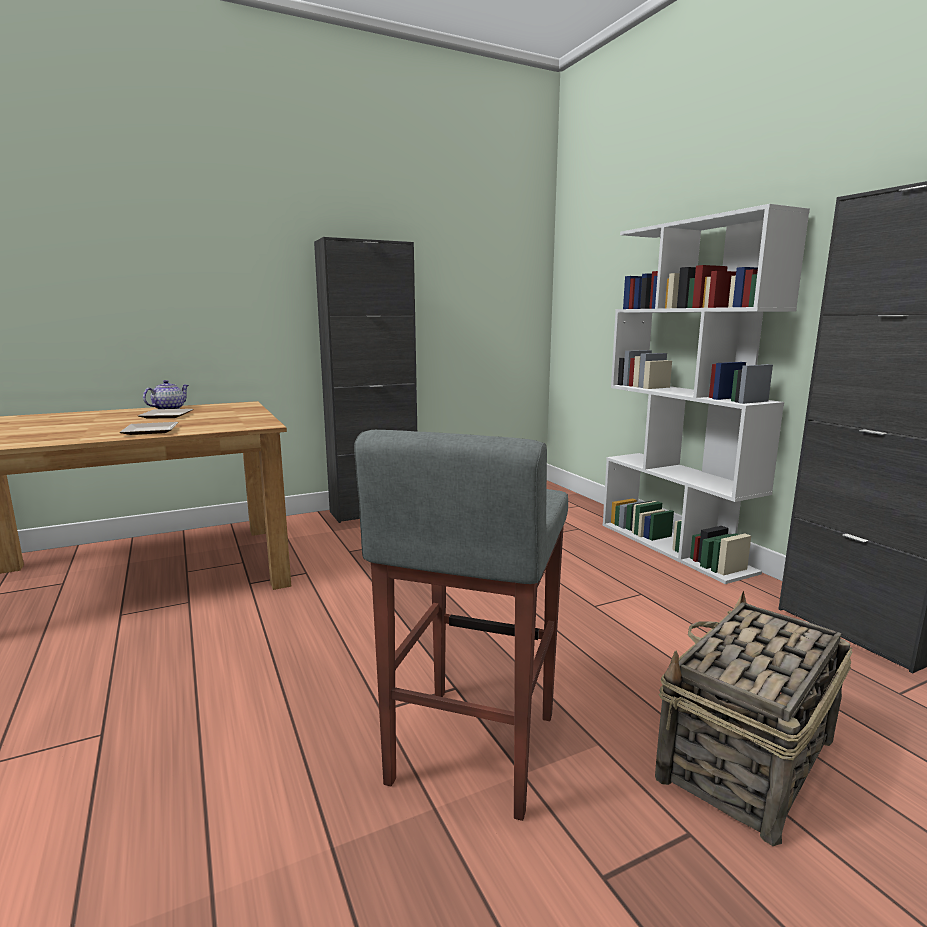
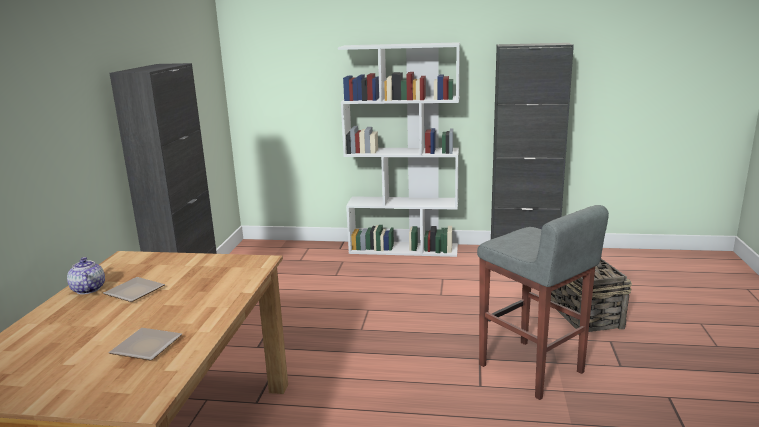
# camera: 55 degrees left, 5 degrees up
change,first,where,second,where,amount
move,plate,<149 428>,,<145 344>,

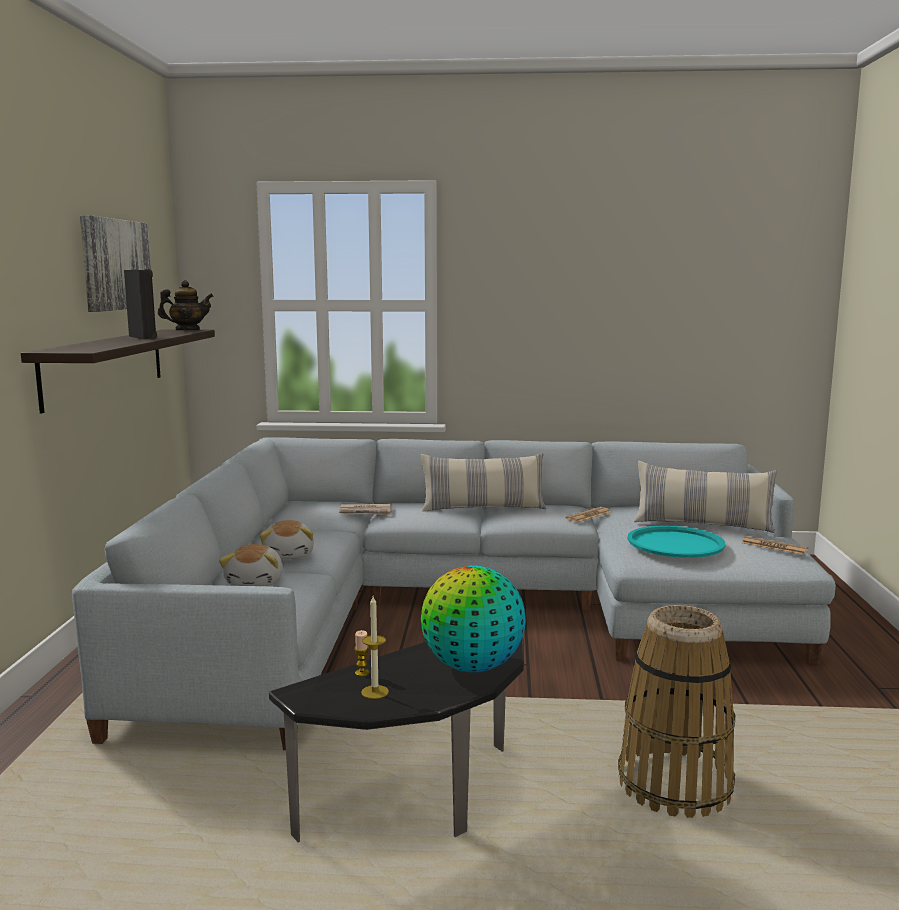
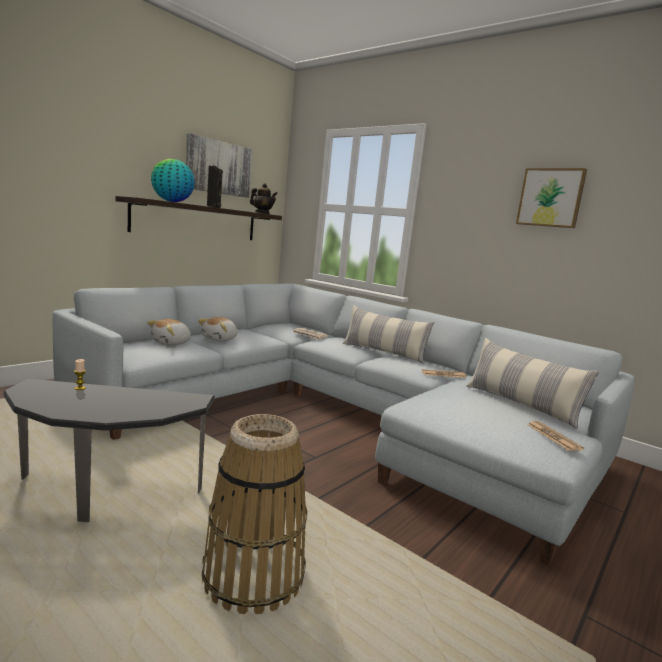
# camera: 35 degrees right, 0 degrees up
change,first,where,second,where,amount
delete,candle,<375 647>,,,
delete,blue-green tray,<676 541>,,,
insert,,,wall picture,<551 198>,
move,world globe,<473 619>,,<173 180>,

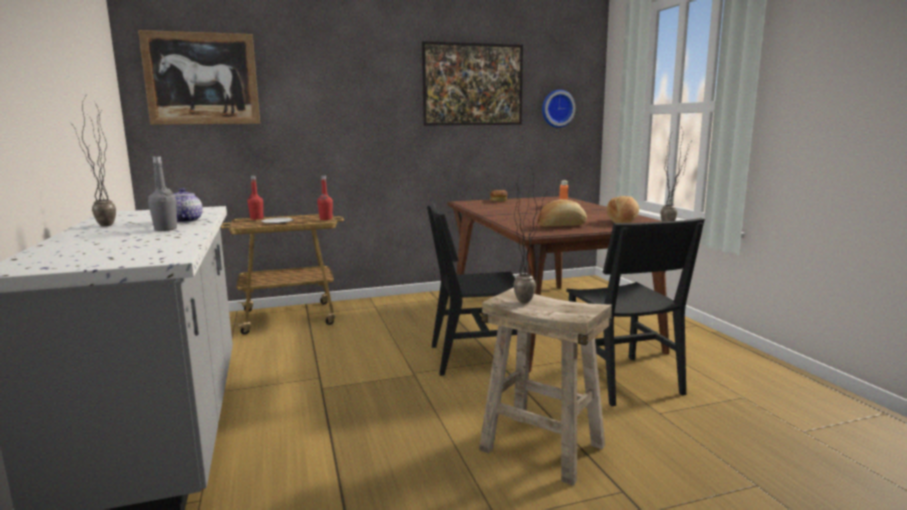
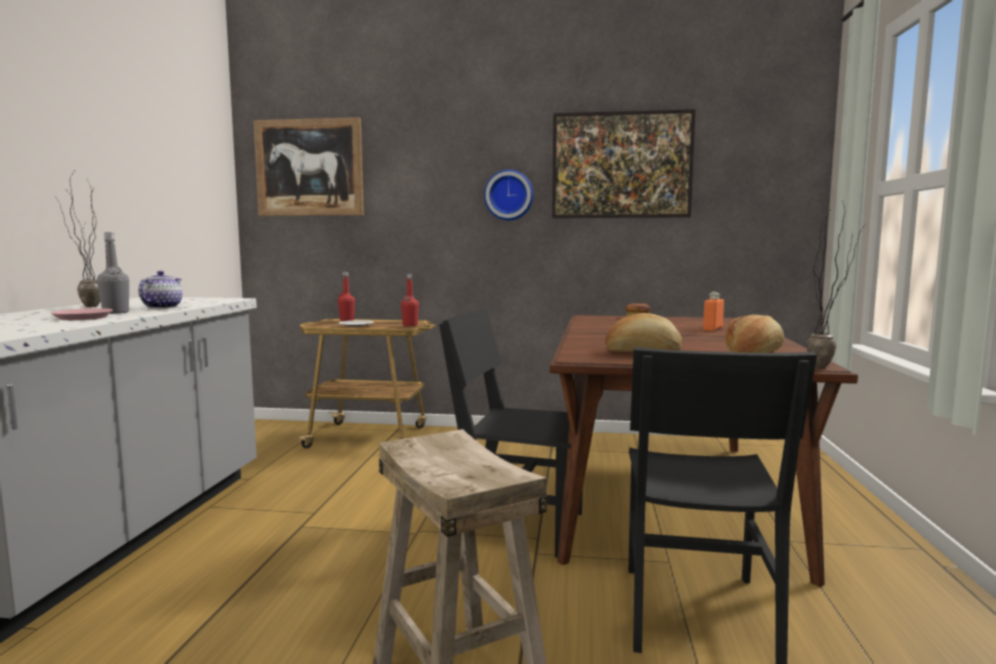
# camera: 25 degrees right, 5 degrees down
change,first,where,second,where,amount
delete,plant in a pot,<530 233>,,,
insert,,,pinkish plate,<82 314>,
move,clock on the wall,<558 109>,,<509 195>,

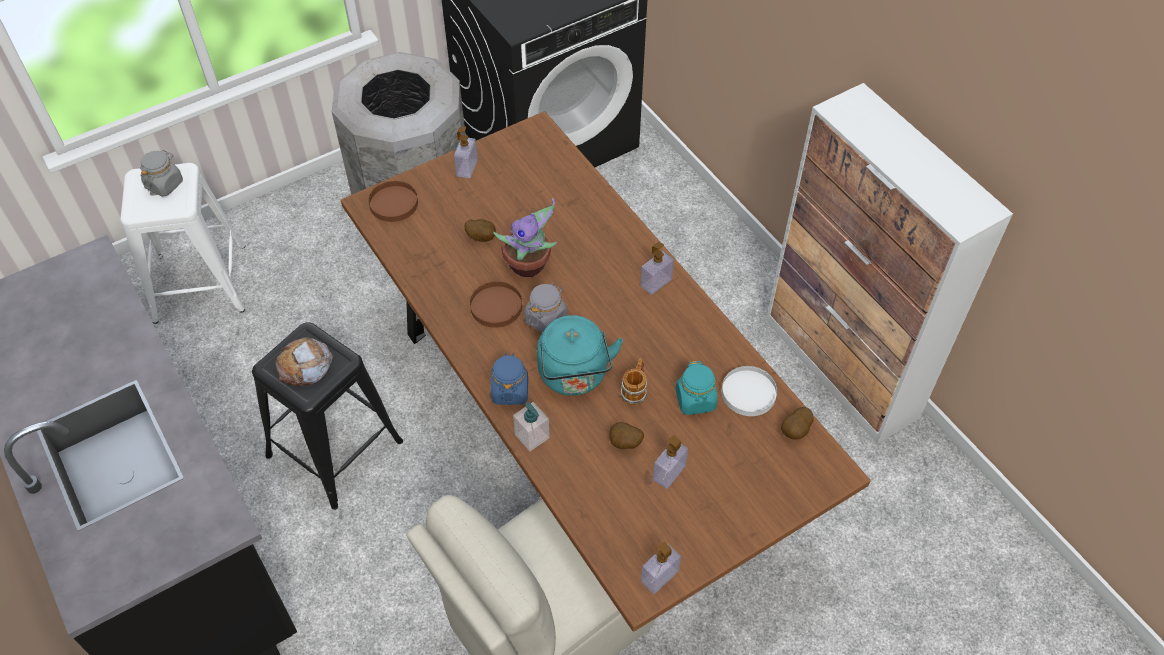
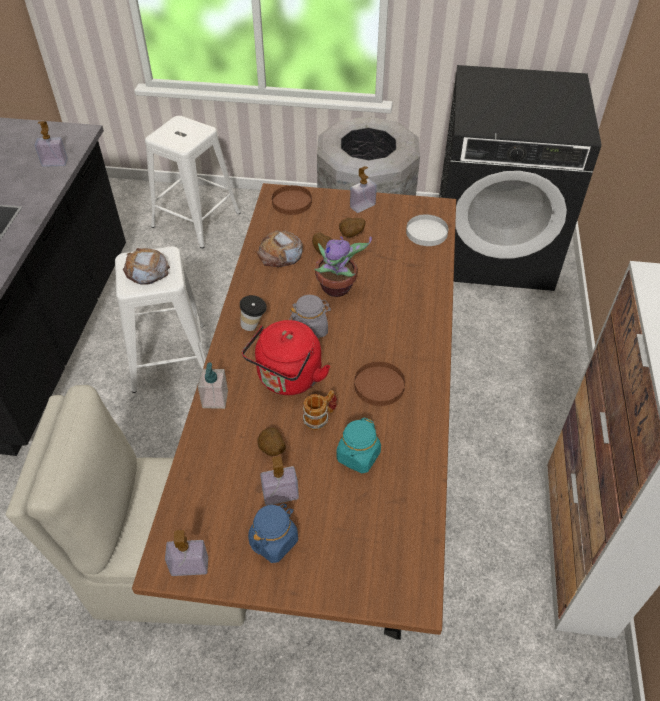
# camera: 40 degrees right, 5 degrees down
change,first,where,second,where,amount
delete,gray jar,<161 173>,,,
insert,,,drinking cup,<253 313>,
insert,,,bread,<280 248>,
move,brownish plate,<496 305>,,<379 384>,
move,bluish jar,<509 379>,,<273 533>,
move,soap bottle,<657 268>,,<51 144>,
move,white-coloured plate,<749 391>,,<427 230>,
move,potato,<797 423>,,<352 227>,
recolor,blackish stool seat,<327 416>,white-coloured stool seat,<160 319>,
recolor,blue-green tea kettle,<580 355>,red tea kettle,<286 357>,

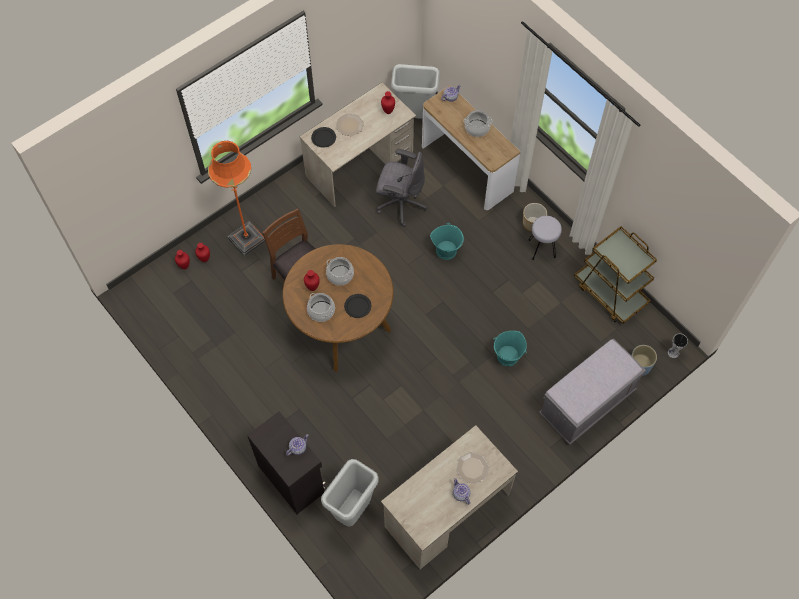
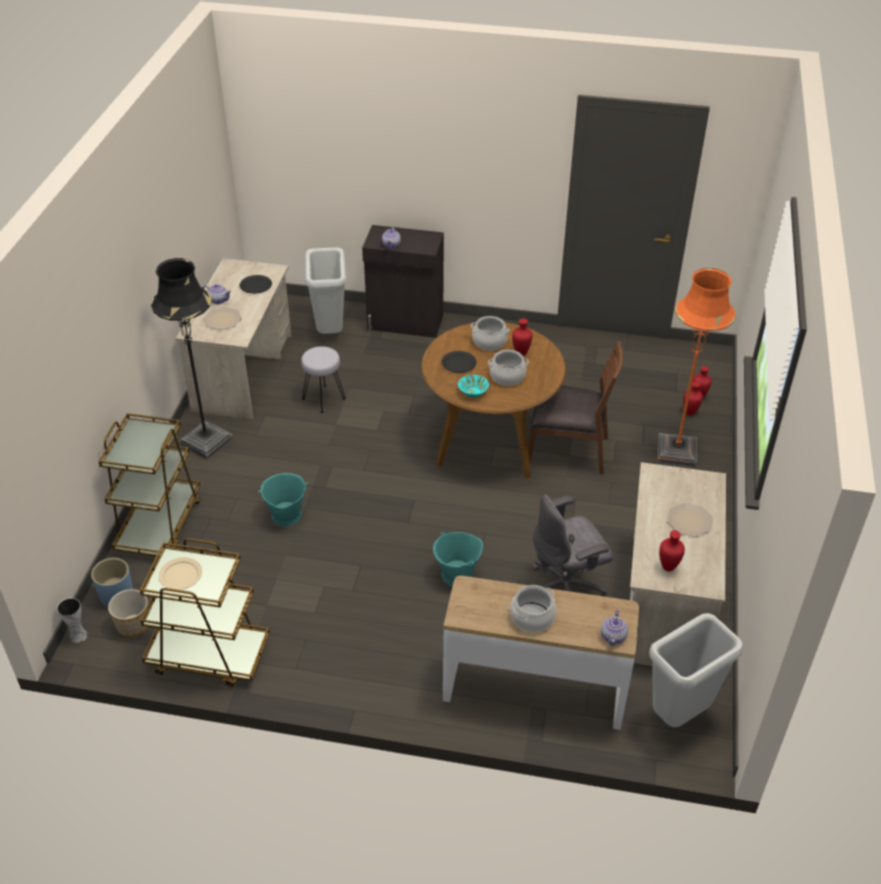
# camera: 140 degrees right, 20 degrees down
change,first,where,second,where,amount
insert,,,blackish floor lamp,<192 359>,
insert,,,sand-coloured plate,<180 573>,
insert,,,blue-green deep dish,<473 386>,
move,blackish plate,<323 137>,,<256 284>,
move,planter,<535 217>,,<128 613>,
move,gray stool seat,<545 238>,,<323 379>,
replace,gray indoor bench,<592 392>,brownish cart,<149 484>,

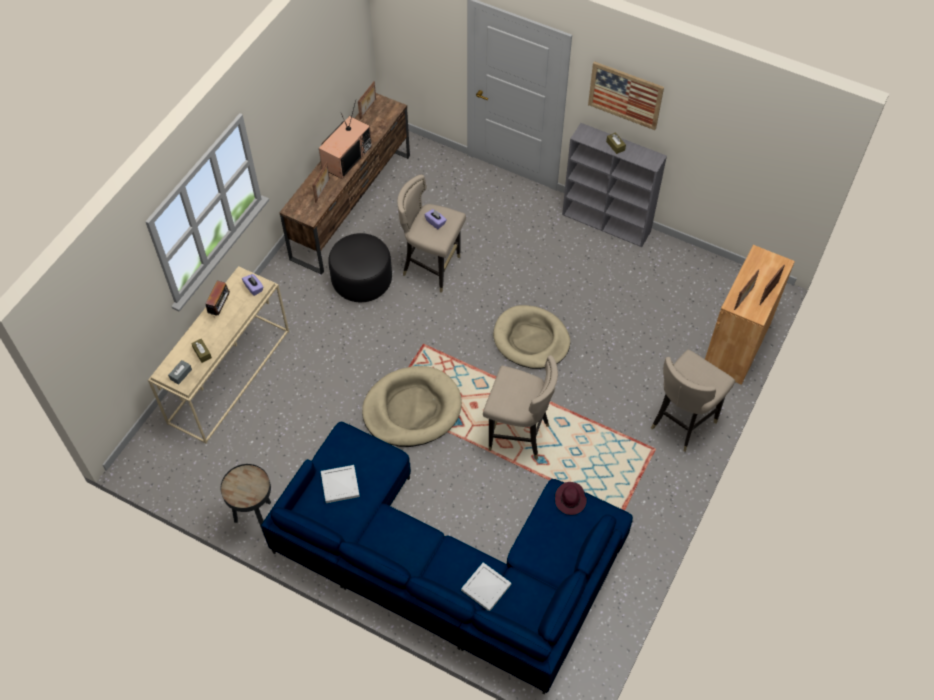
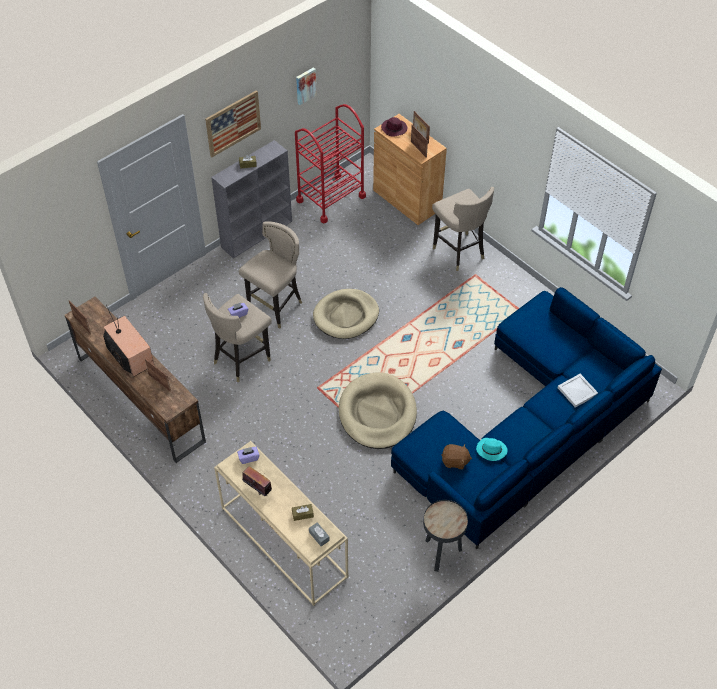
# camera: 70 degrees left, 5 degrees down
change,first,where,second,where,amount
delete,blackish footrest,<360 267>,,,
insert,,,red cart,<330 163>,
insert,,,wall picture,<306 86>,
insert,,,blue-green hat,<492 449>,
move,sand-coloured stool seat,<520 407>,,<270 275>,
move,purplish hat,<571 498>,,<394 127>,
replace,white-coloured tray,<340 484>,brownish cuddly toy,<456 456>,

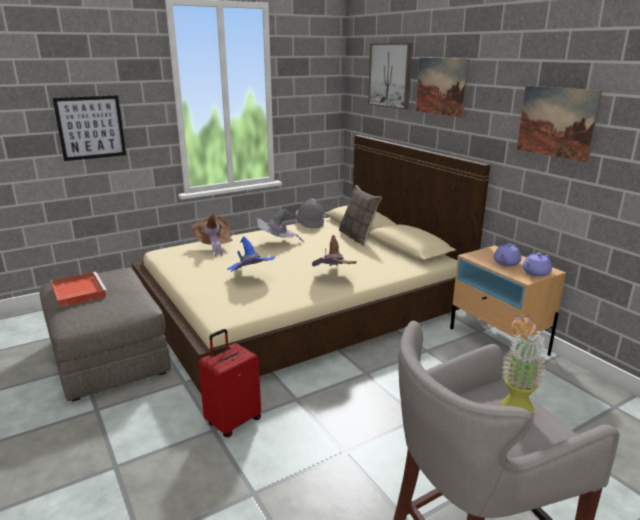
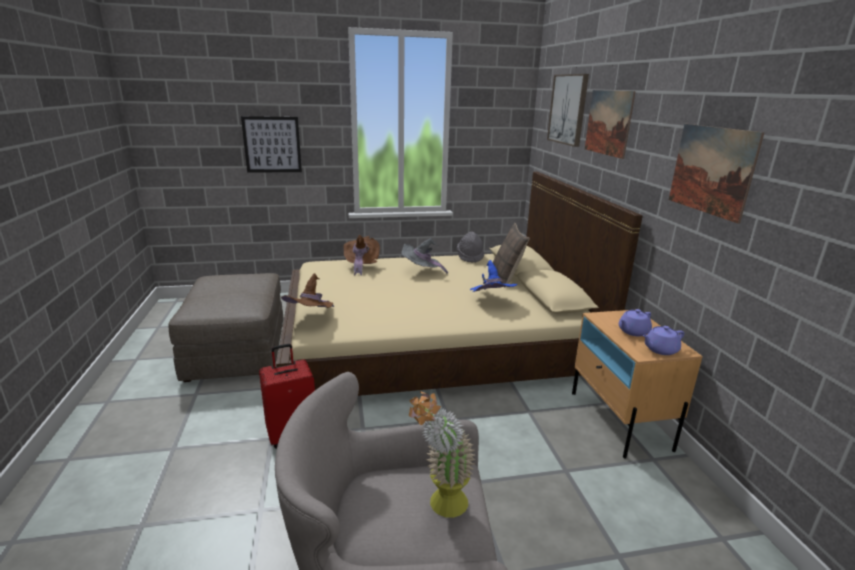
# camera: 20 degrees right, 0 degrees up
change,first,where,second,where,amount
delete,red tray,<78 290>,,,
move,bluish hat,<251 254>,,<494 276>,
move,brownish hat,<334 251>,,<307 290>,

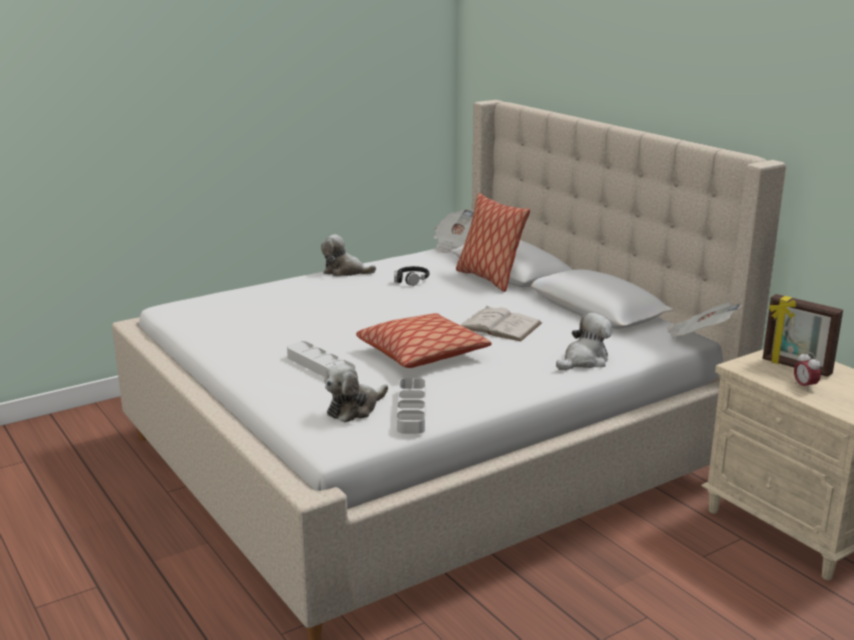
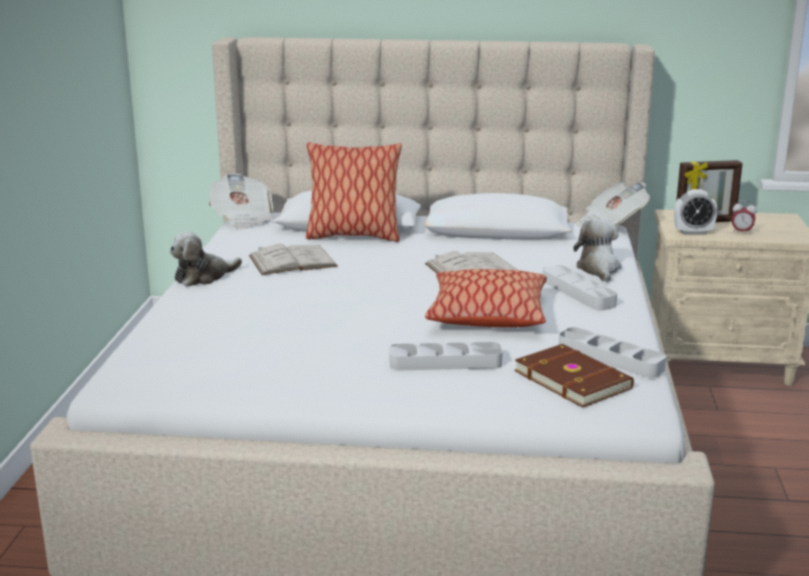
# camera: 50 degrees left, 0 degrees up
change,first,where,second,where,amount
insert,,,gray tray,<580 288>,
insert,,,bedside clock,<695 212>,
replace,cuddly toy,<356 393>,brownish bound book,<574 376>,
replace,blackish headphones,<412 276>,white-coloured bound book,<293 259>,

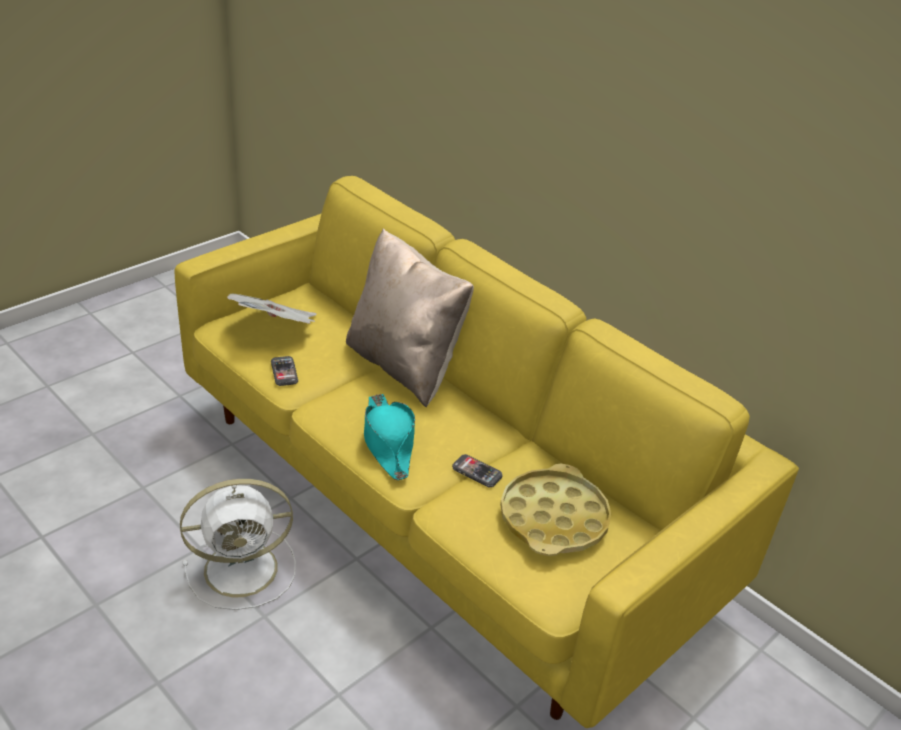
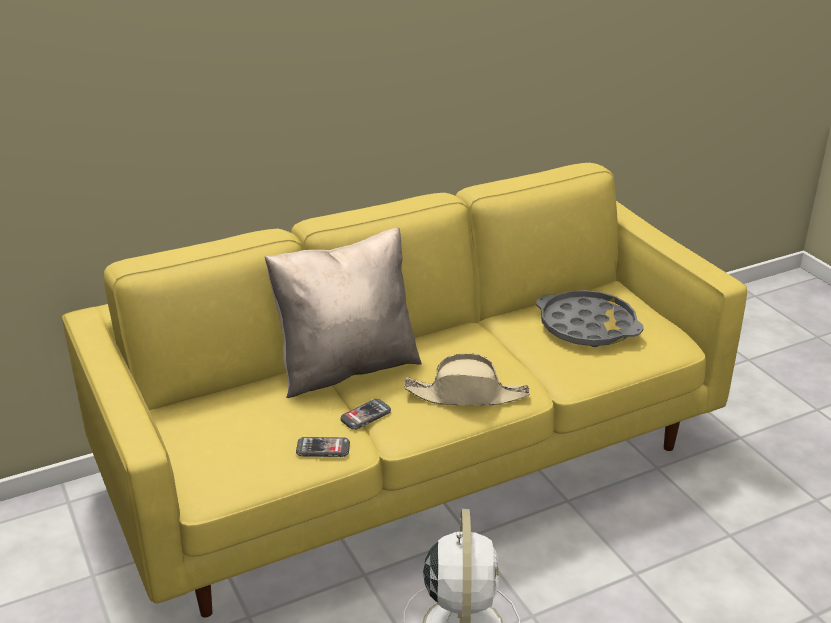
# camera: 70 degrees left, 5 degrees down
change,first,where,second,where,amount
delete,newspaper,<271 309>,,,
move,handset,<477 470>,,<365 414>,
recolor,blue-green hat,<389 437>,sand-coloured hat,<467 379>,
recolor,yellow tray,<555 510>,gray tray,<590 318>,

